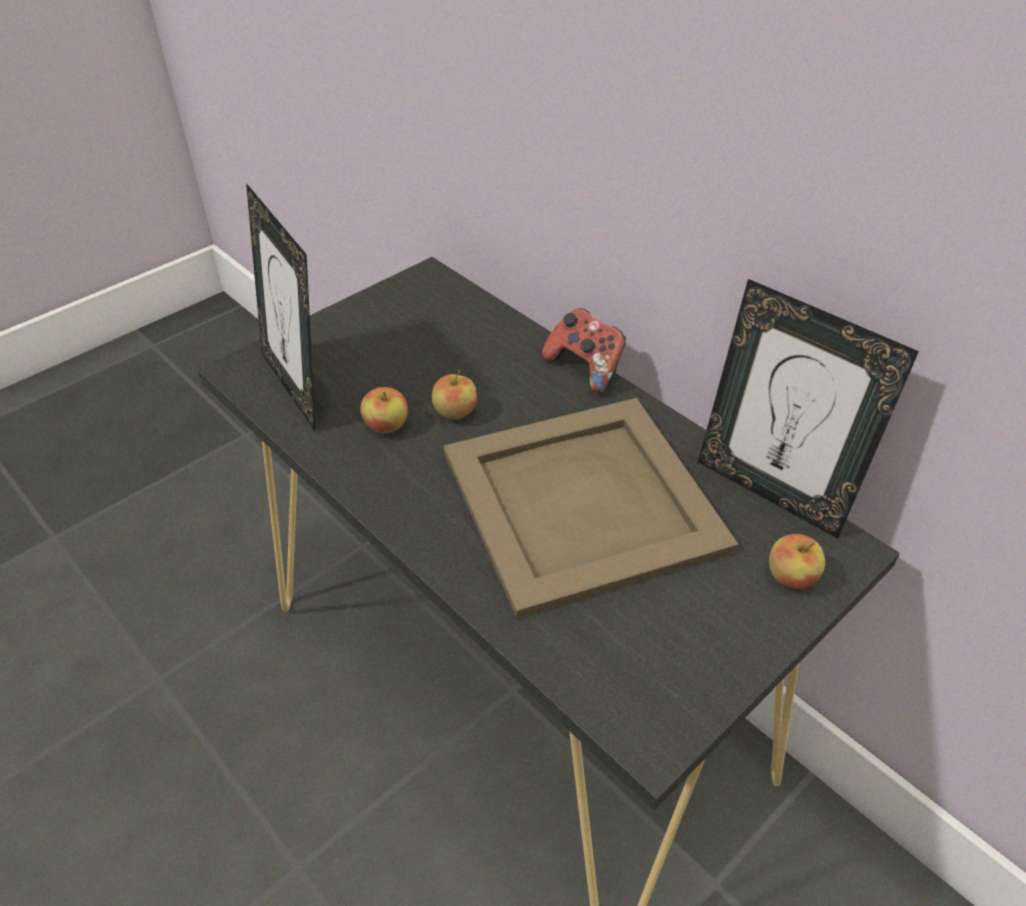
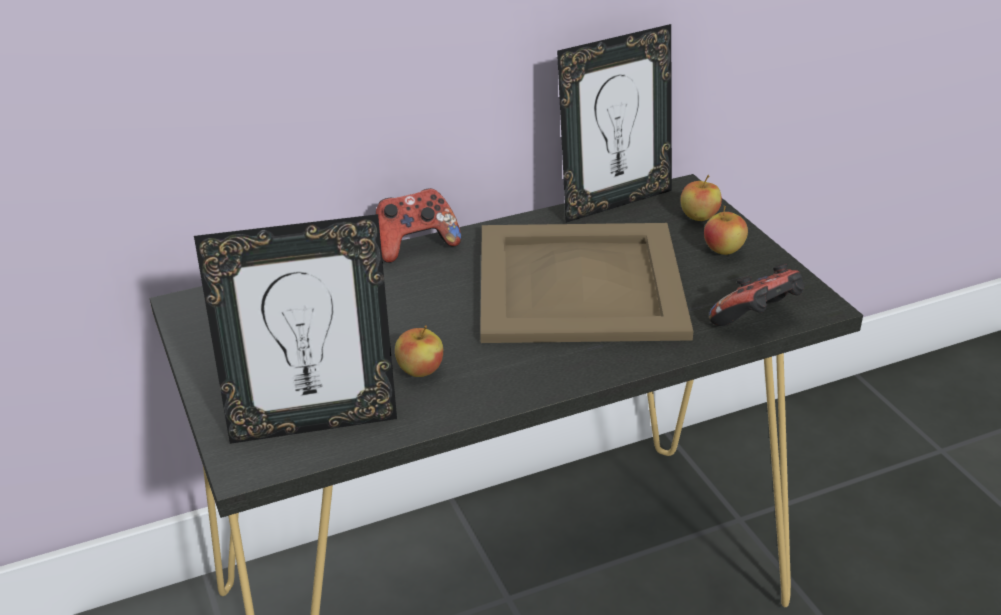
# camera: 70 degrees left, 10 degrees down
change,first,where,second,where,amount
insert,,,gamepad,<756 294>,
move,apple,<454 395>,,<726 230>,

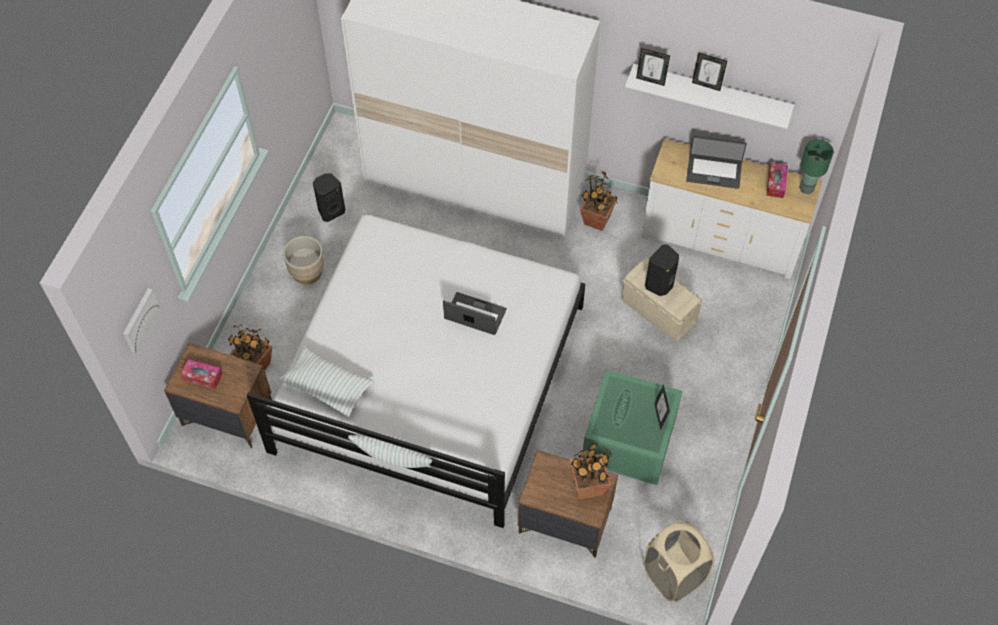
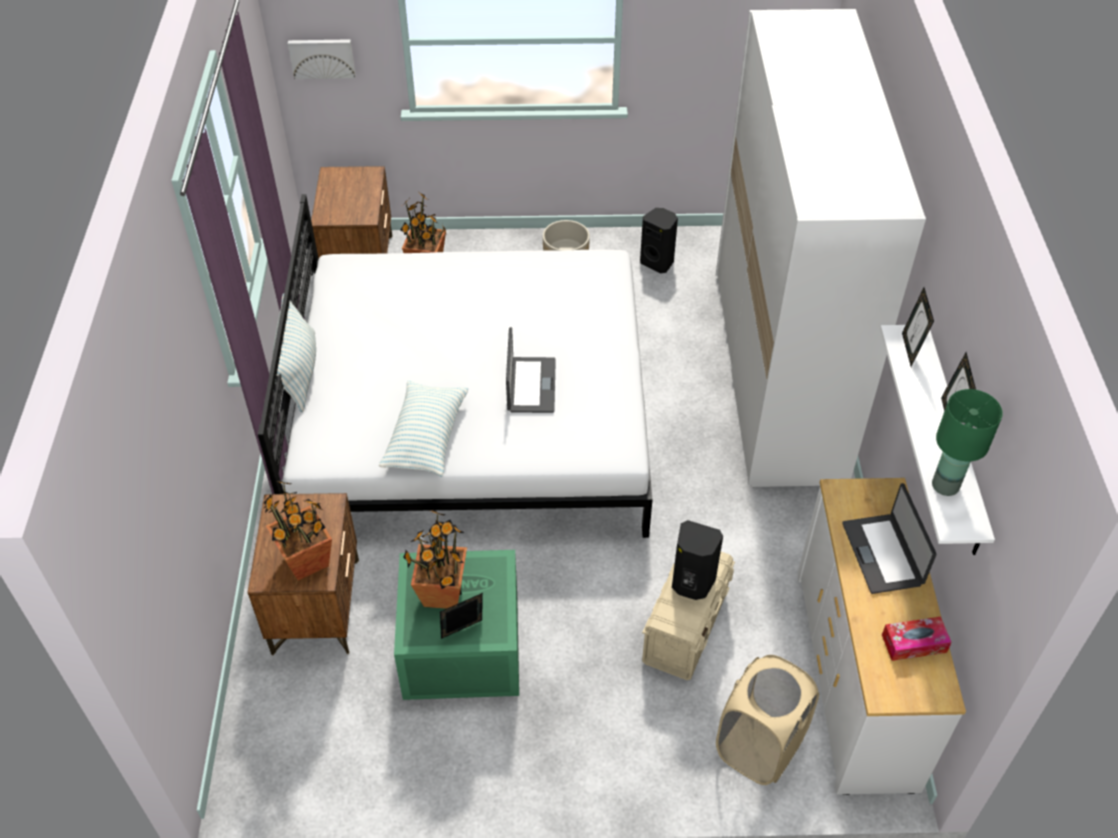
# camera: 70 degrees right, 10 degrees down
change,first,where,second,where,amount
delete,tissue holder,<201 374>,,,
move,throw pillow,<326 381>,,<423 429>,
move,plant in a pot,<599 201>,,<435 559>,
move,sand-coloured laundry basket,<678 561>,,<767 720>,
move,greenish tabletop lamp,<817 166>,,<967 442>,

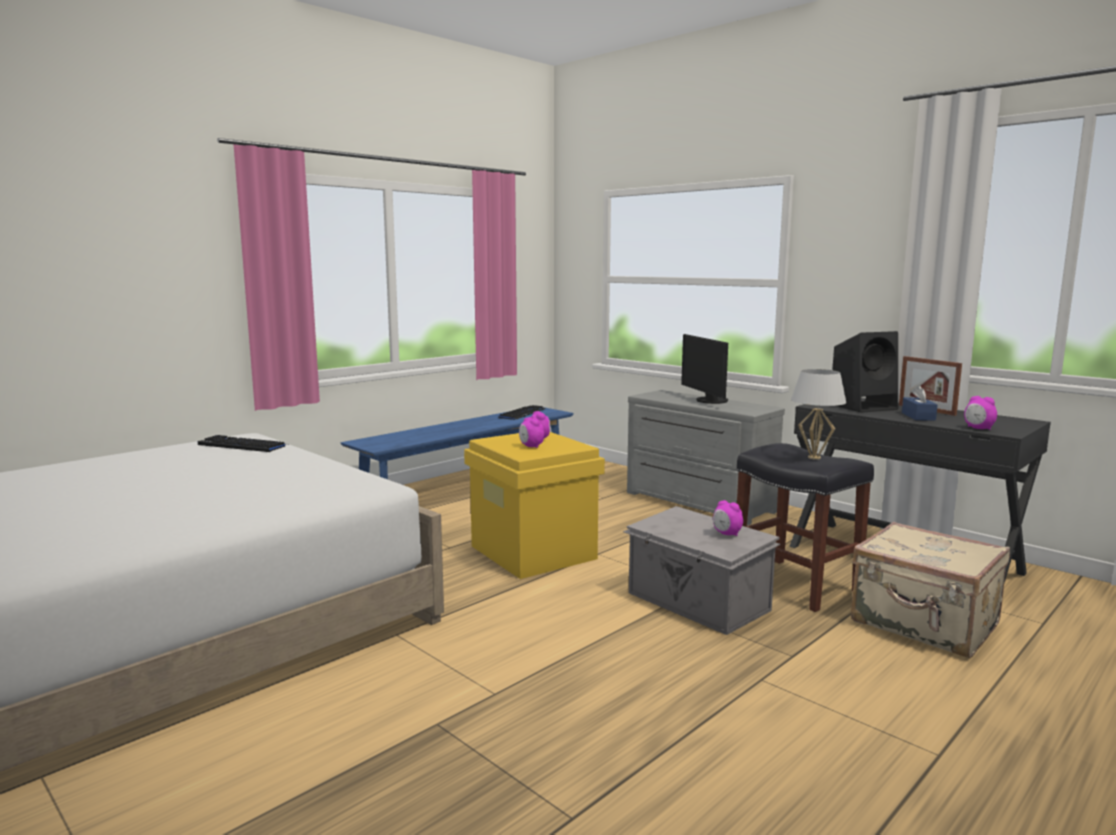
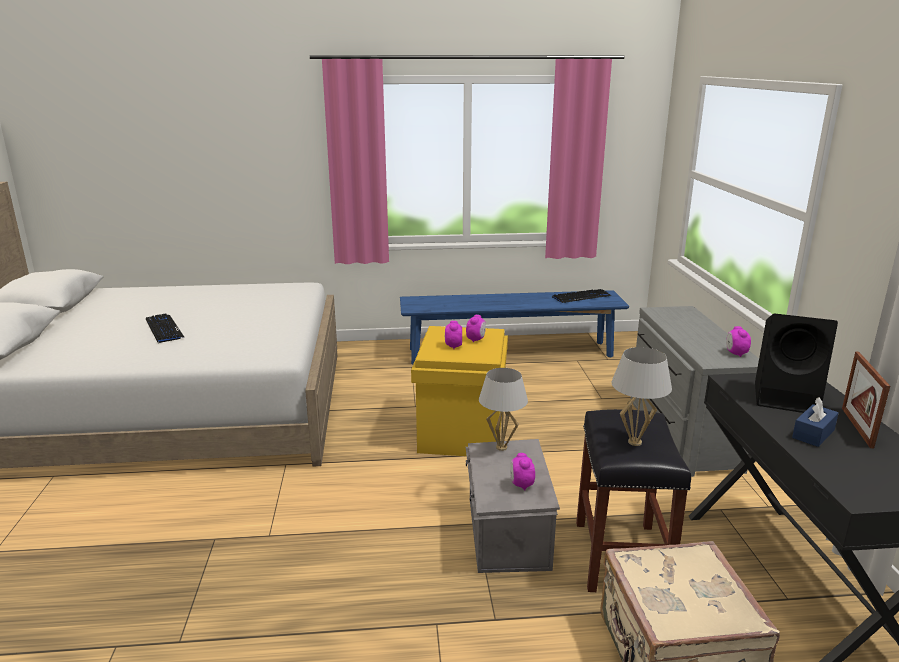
# camera: 40 degrees right, 10 degrees up
change,first,where,second,where,amount
delete,computer screen,<704 369>,,,
insert,,,white-coloured tabletop lamp,<503 409>,
move,keyboard,<242 443>,,<165 328>,
move,bedside clock,<980 413>,,<738 341>,

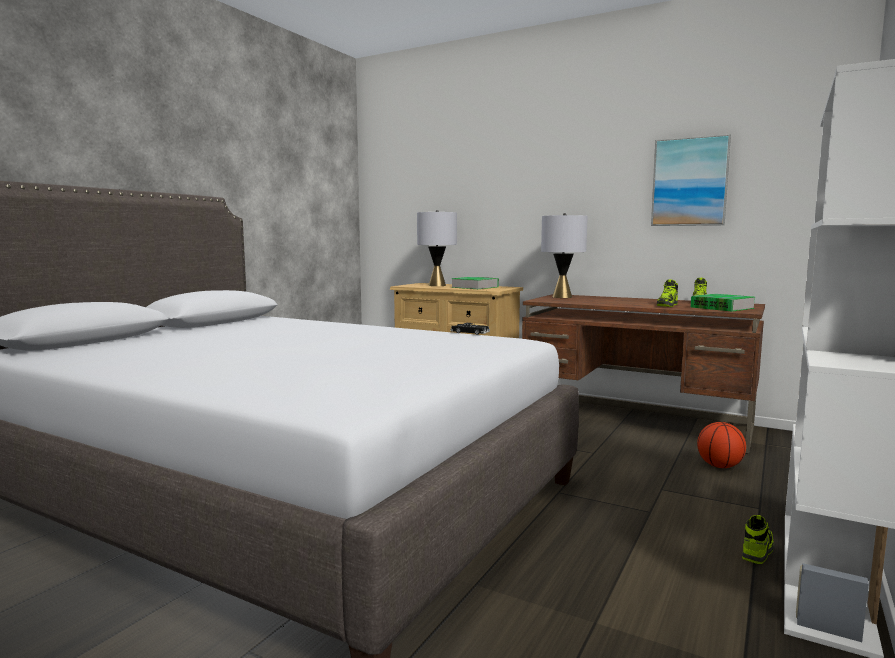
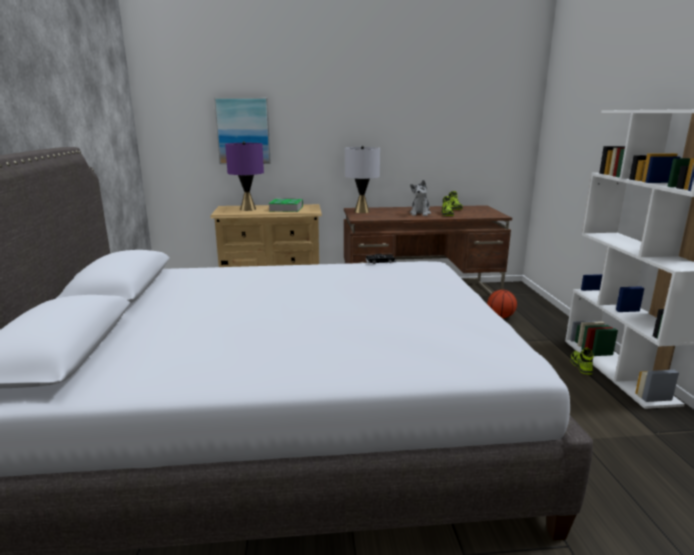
# camera: 35 degrees left, 10 degrees up
change,first,where,second,where,amount
delete,bound book,<723 303>,,,
insert,,,cuddly toy,<420 198>,
move,wall picture,<691 180>,,<242 130>,
recolor,gray tabletop lamp,<437 248>,purplish tabletop lamp,<244 176>,

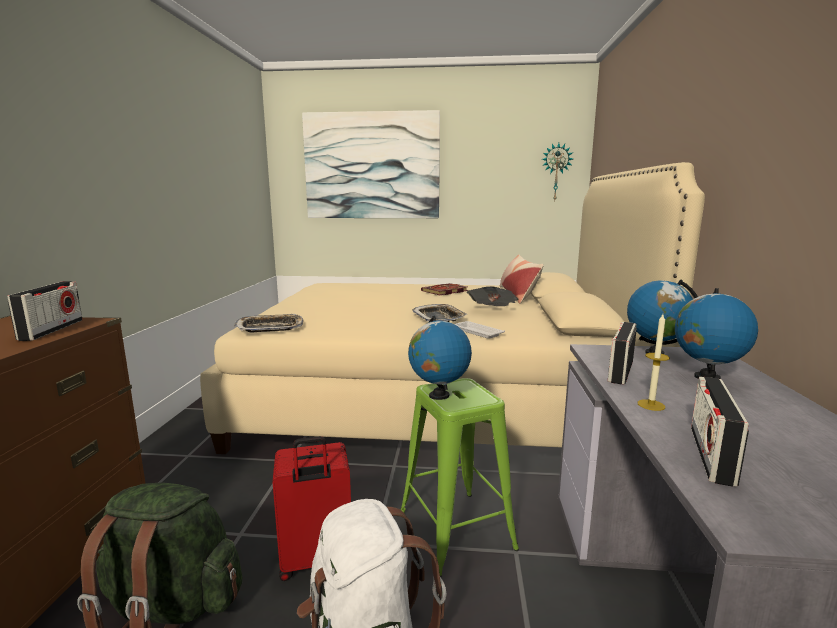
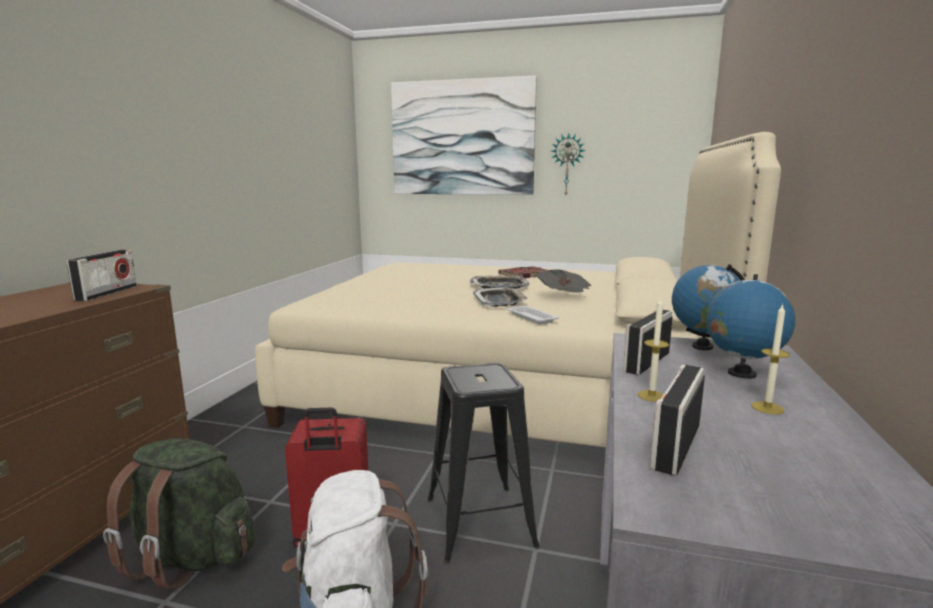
# camera: 10 degrees right, 0 degrees up
change,first,where,second,where,amount
delete,world globe,<440 358>,,,
delete,throw pillow,<522 279>,,,
insert,,,candle,<771 359>,
move,tray,<269 323>,,<499 282>,
move,clock on the wall,<557 171>,,<569 164>,
recolor,greenish stool seat,<460 477>,blackish stool seat,<483 463>,

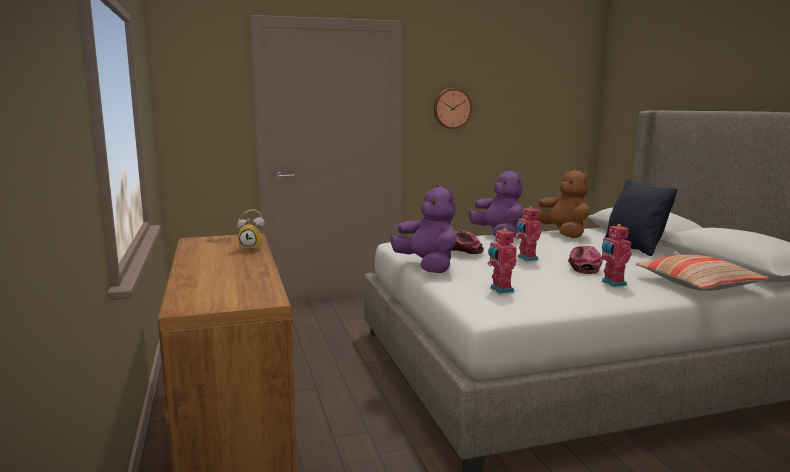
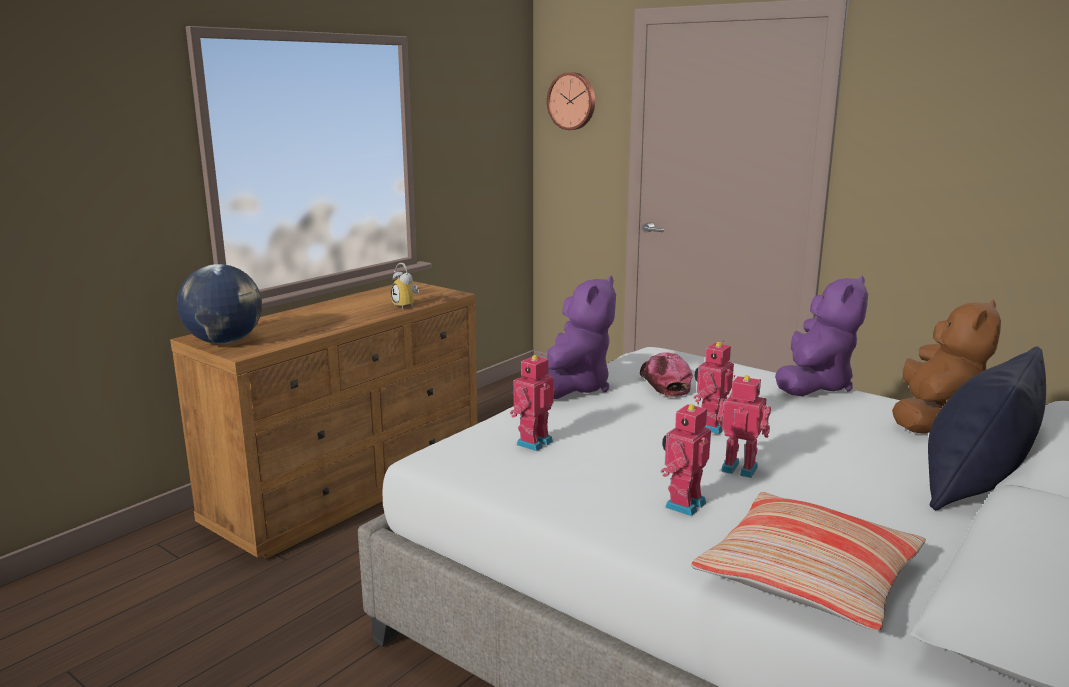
# camera: 55 degrees right, 5 degrees up
change,first,where,second,where,amount
insert,,,world globe,<219 304>,
move,clock on the wall,<453 108>,,<571 101>,
replace,cap,<585 259>,toy robot,<744 426>,

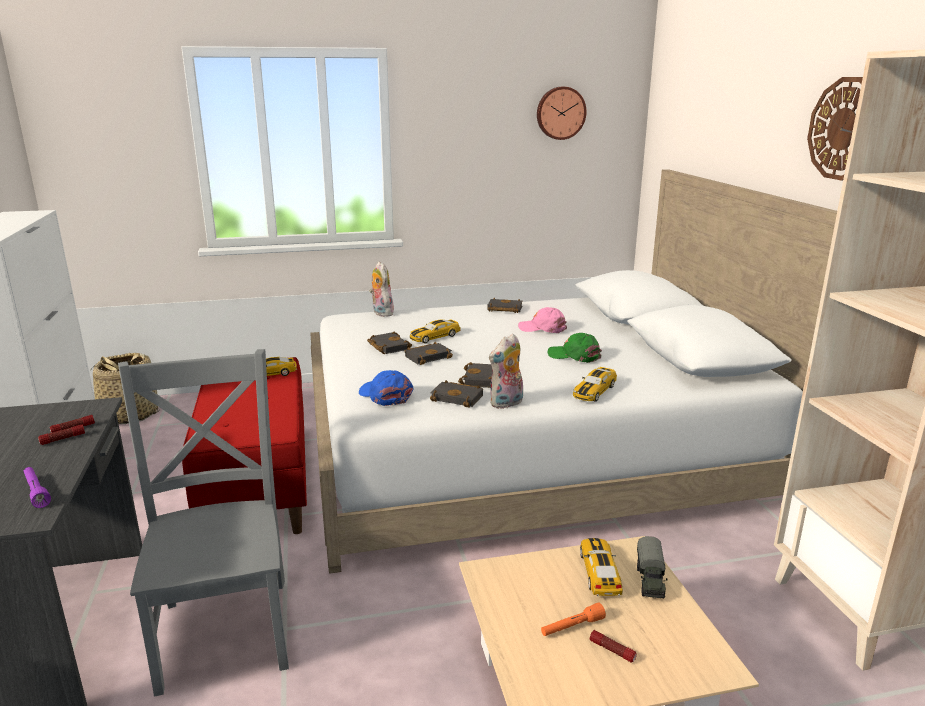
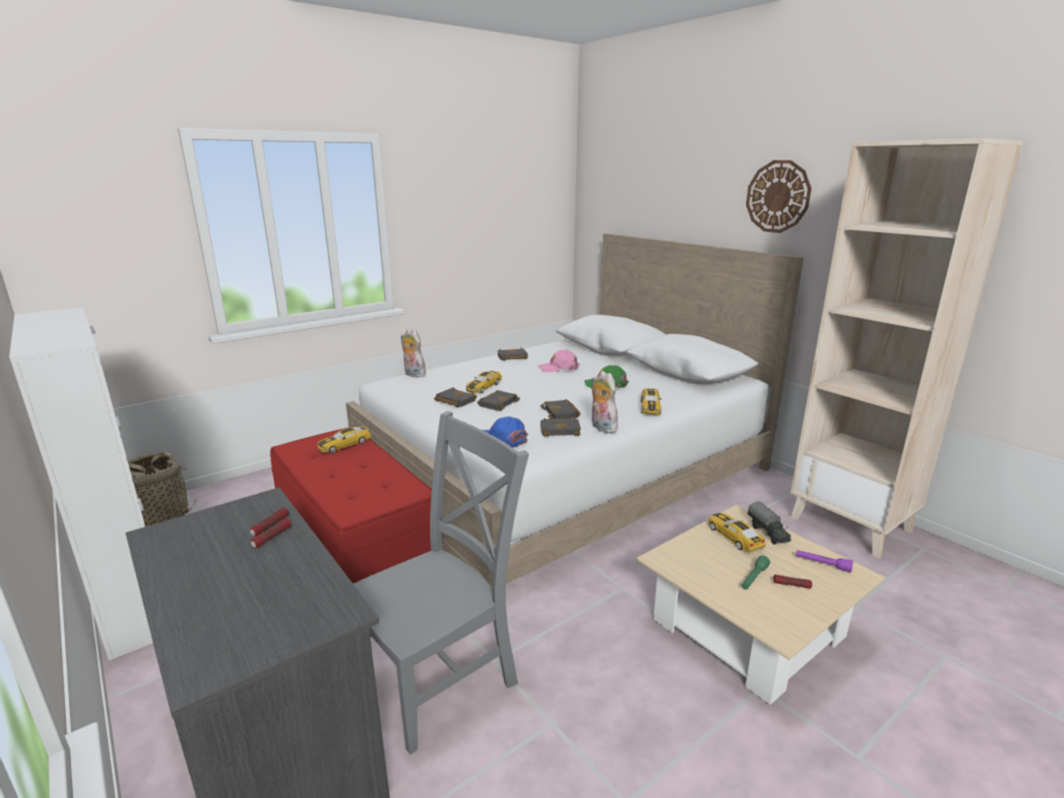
# camera: 25 degrees left, 0 degrees up
change,first,where,second,where,amount
delete,clock on the wall,<562 113>,,,
move,purplish torch,<37 487>,,<824 561>,
recolor,orangey torch,<573 619>,greenish torch,<756 572>,
rotate,gray upright chair,<203 523>,,<441 583>,90 degrees clockwise
rotate,cuddly toy,<506 371>,,<604 402>,120 degrees clockwise

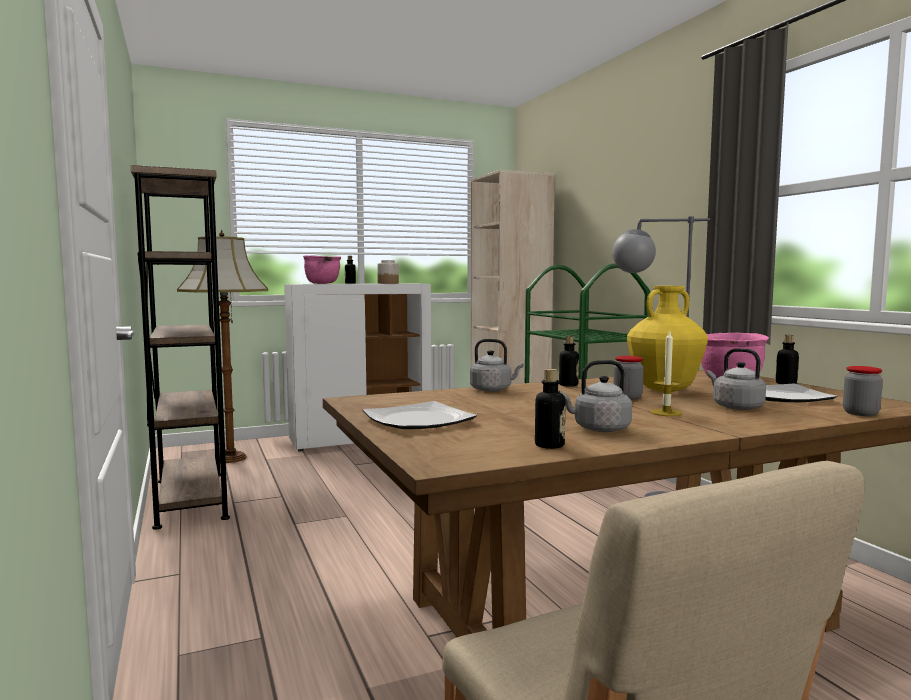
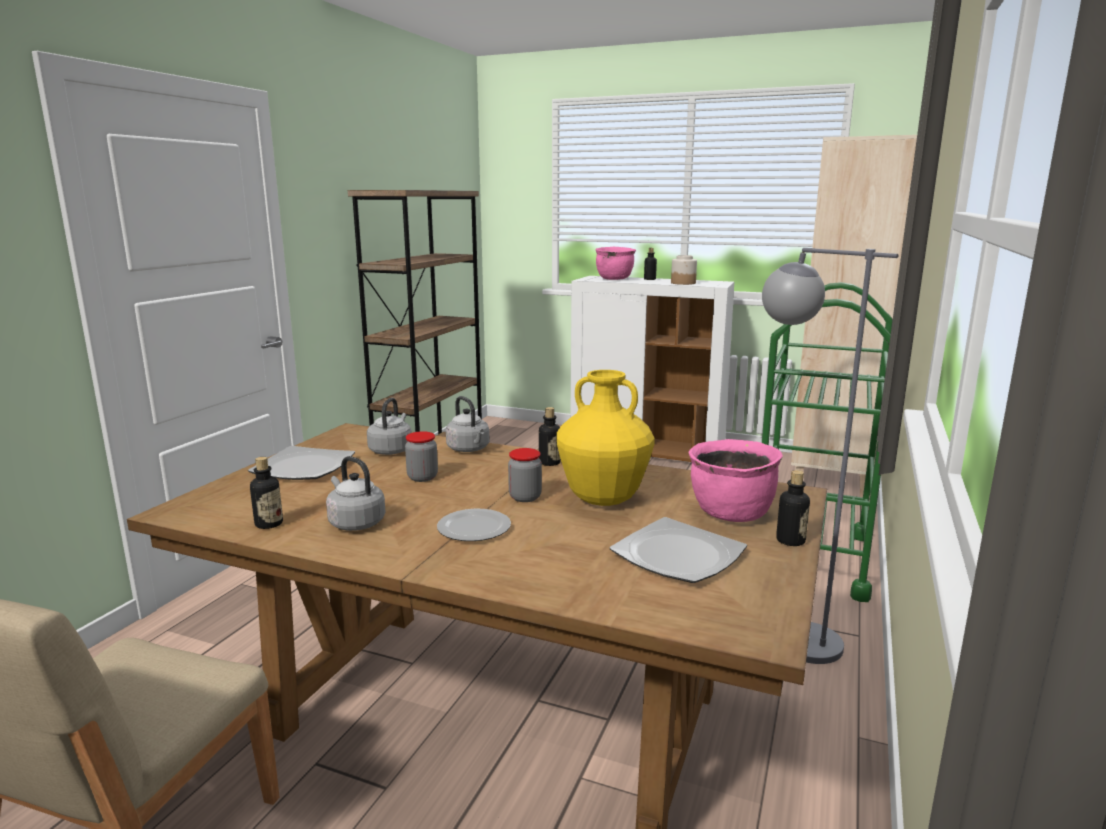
# camera: 45 degrees right, 10 degrees up
change,first,where,second,where,amount
delete,floor lamp,<222 346>,,,
move,gray tea kettle,<736 379>,,<389 426>,
move,jar,<863 391>,,<421 456>,
replace,candle,<666 373>,plate,<474 525>,

